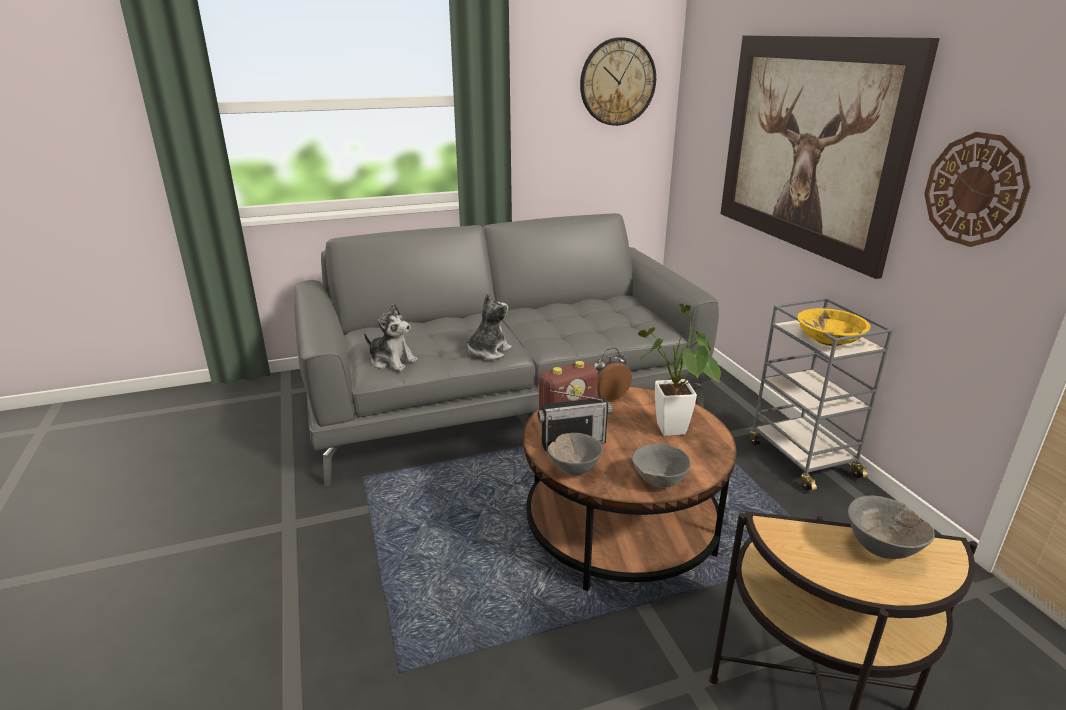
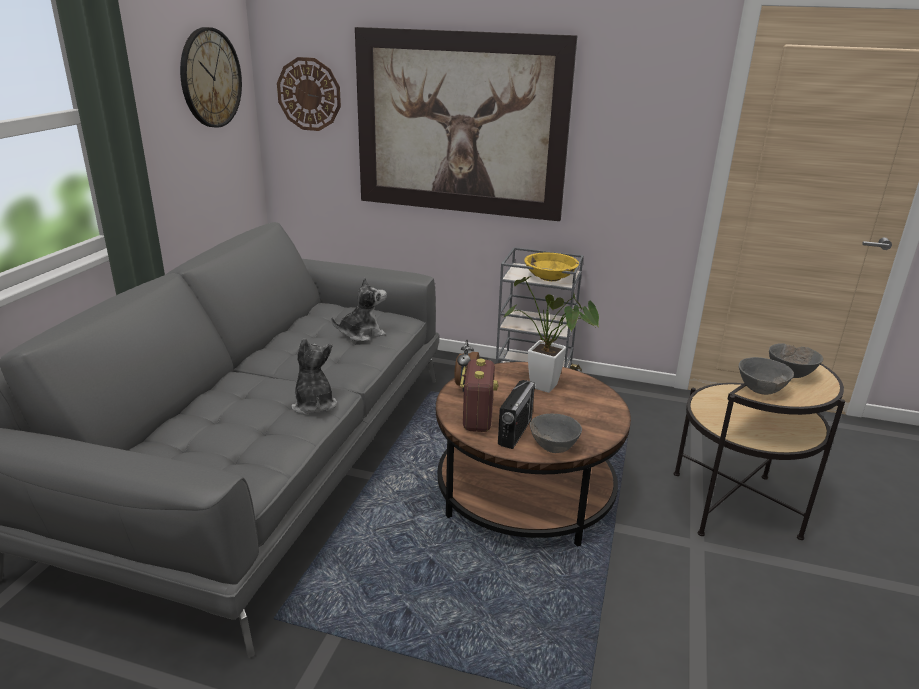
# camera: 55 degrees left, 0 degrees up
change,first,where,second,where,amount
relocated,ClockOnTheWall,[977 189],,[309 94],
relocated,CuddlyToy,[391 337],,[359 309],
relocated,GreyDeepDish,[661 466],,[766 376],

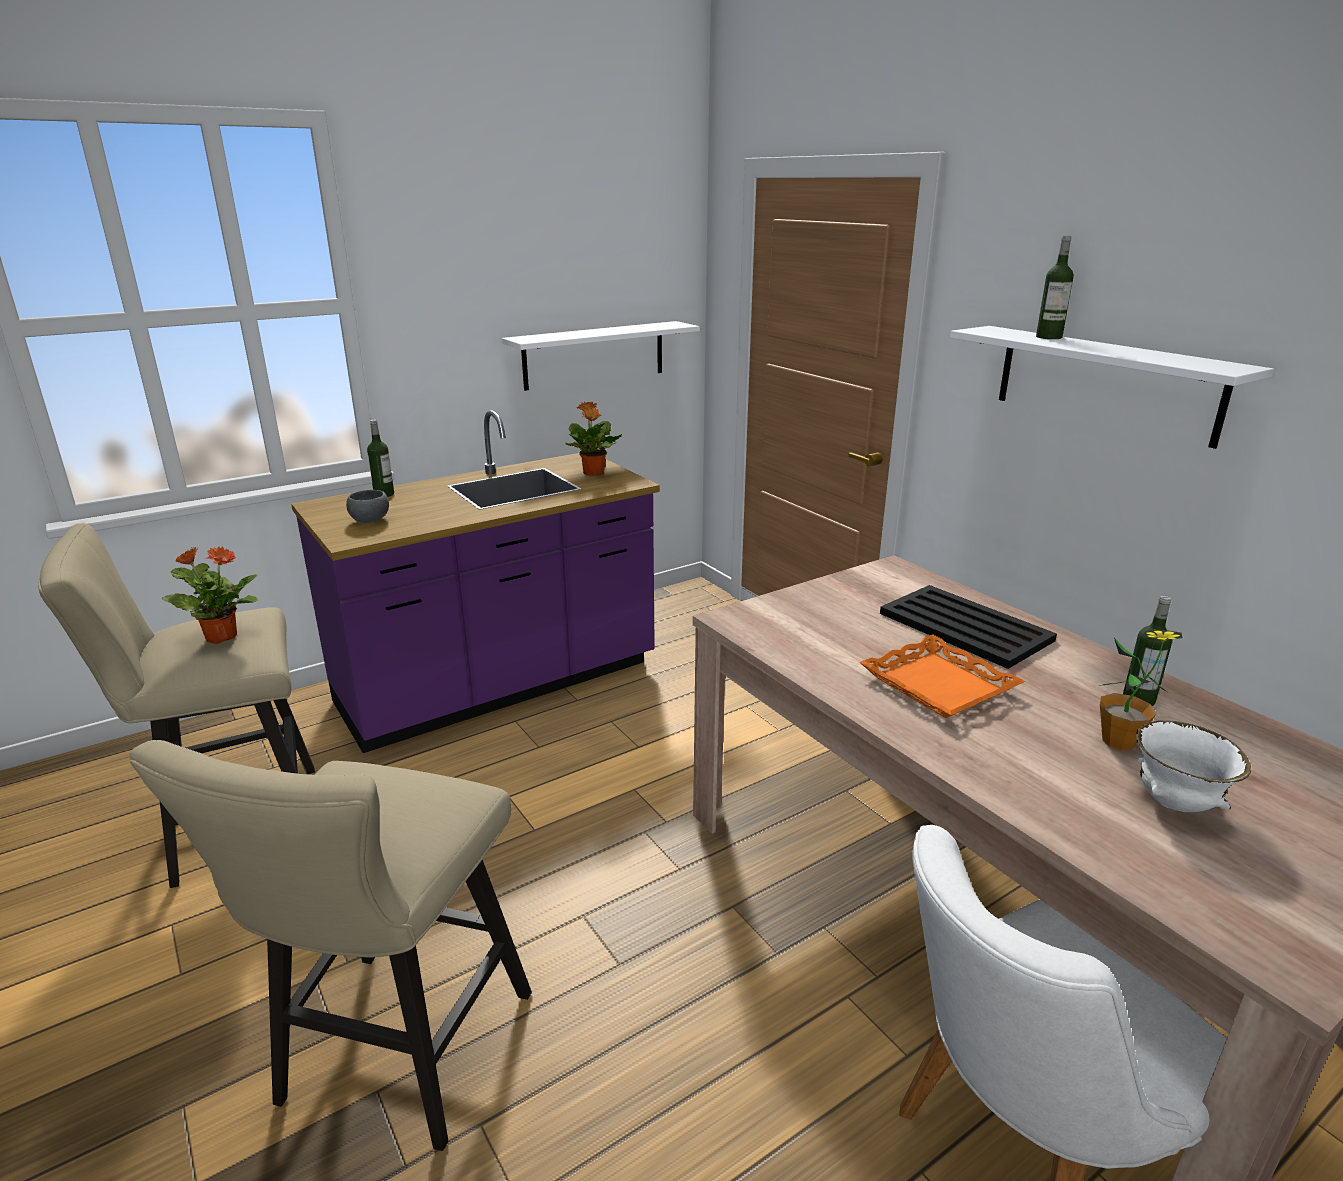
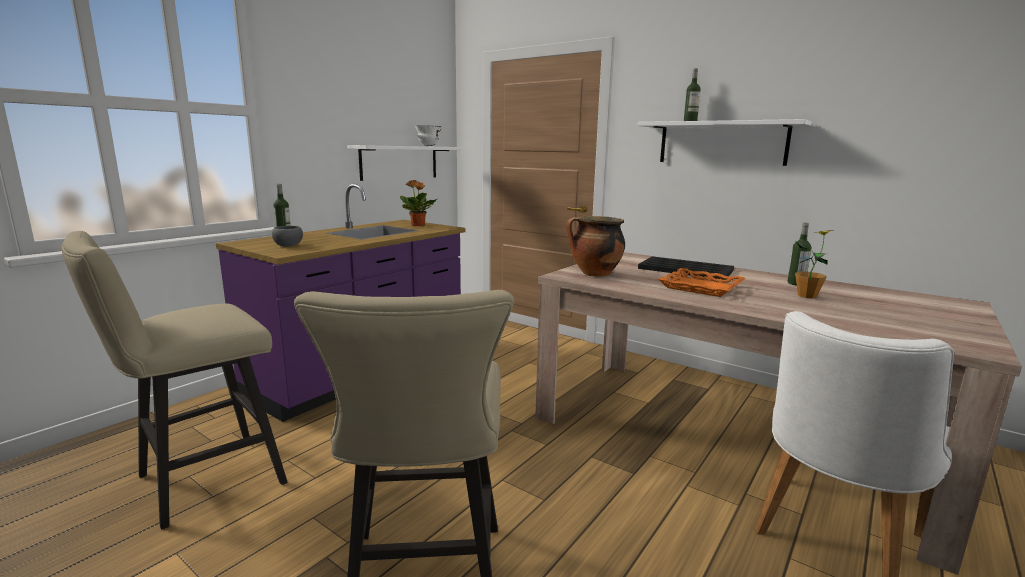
# camera: 20 degrees left, 10 degrees down
change,first,where,second,where,amount
relocated,WhiteDeepDish,[1193 766],,[428 135],
appeared,,,CookingPot,[595 246],
missing,PlantInAPot,[210 595],,,

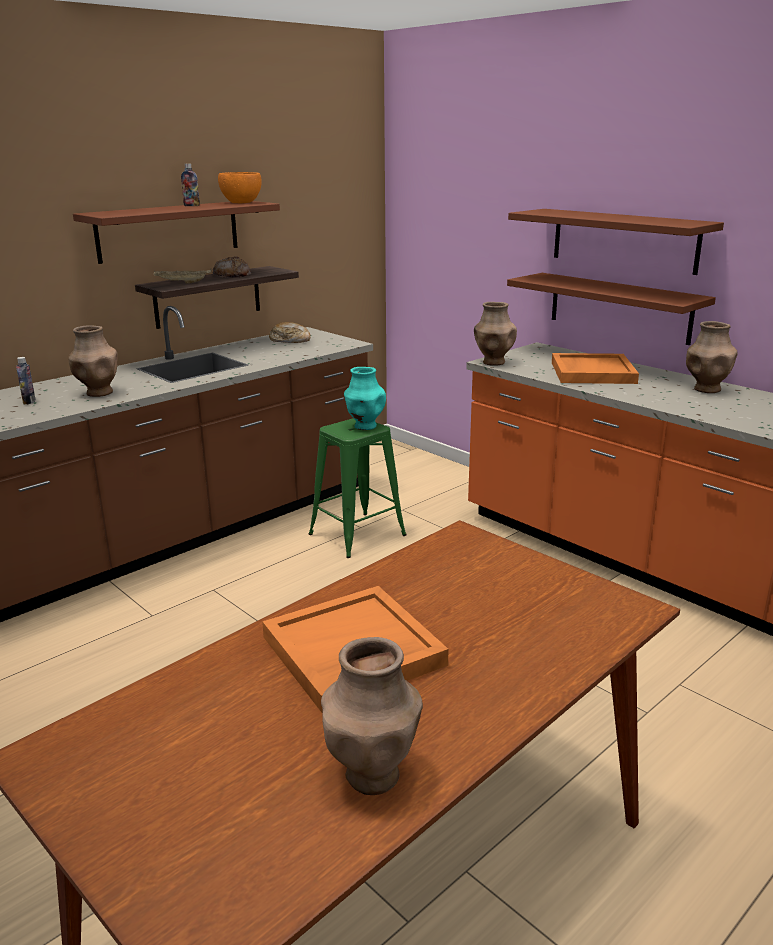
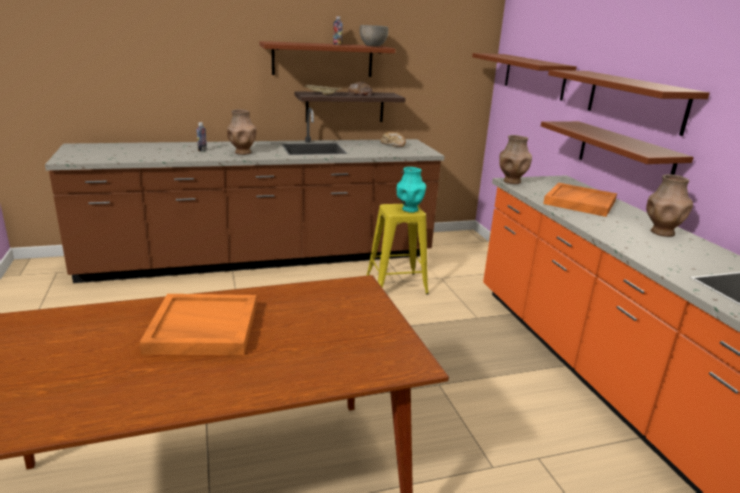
# camera: 25 degrees right, 0 degrees up
change,first,where,second,where,amount
colour,OrangeDeepDish,[240 187],GreyDeepDish,[374 35],
colour,GreenishStoolSeat,[358 488],YellowColouredStoolSeat,[397 249],
appeared,,,BrownColouredBracketShelf,[524 77],
missing,BrownColouredFlowerVase,[372 716],,,

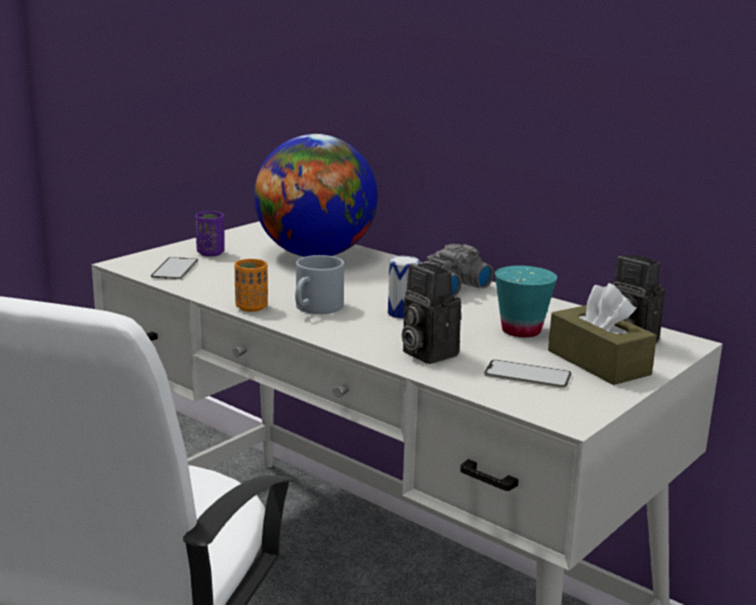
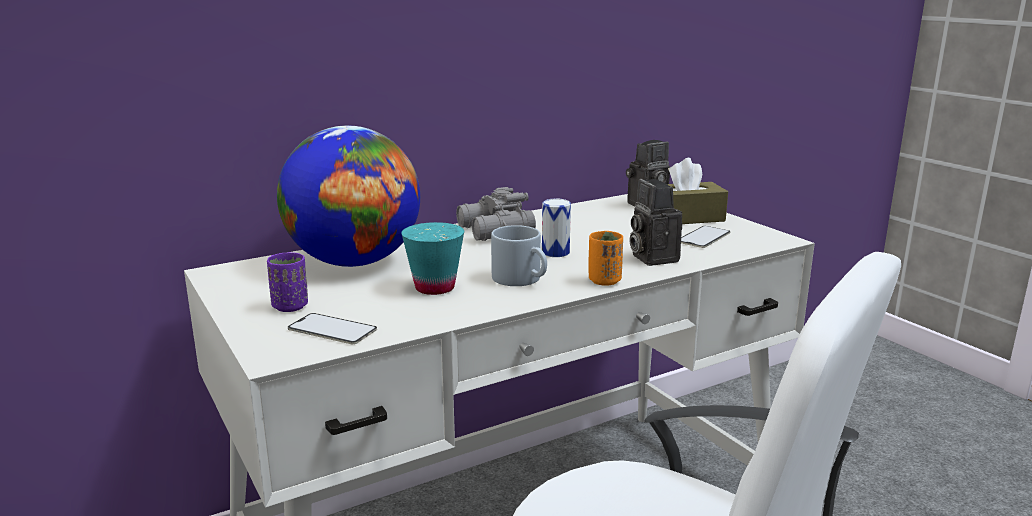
# camera: 70 degrees left, 0 degrees up
change,first,where,second,where,amount
relocated,TurquoiseDrinkingCup,[526 301],,[432 258],
relocated,OrangeDrinkingCup,[251 285],,[606 258],
spun,StillCamera,[431 313],,[655 222],90 degrees clockwise

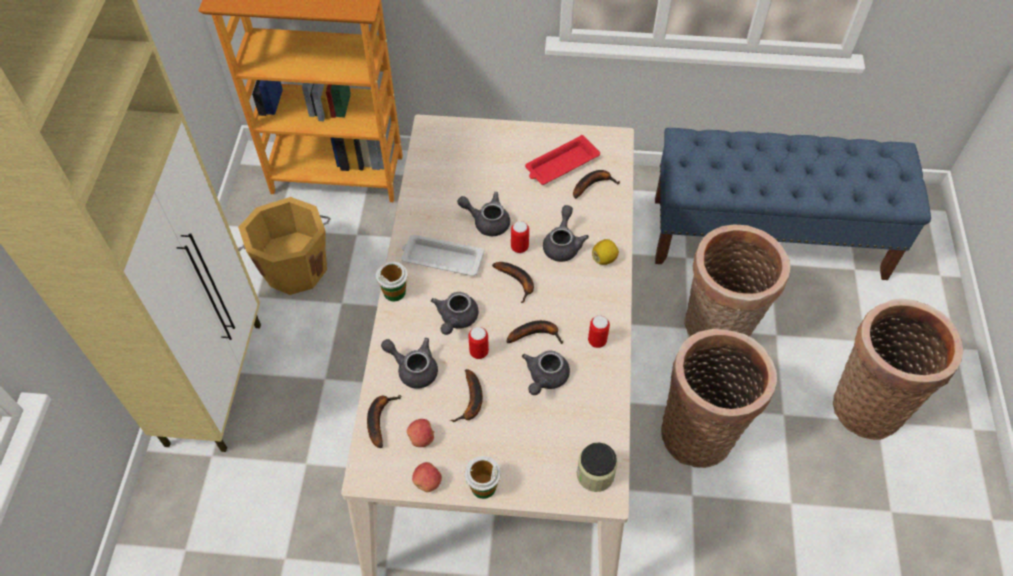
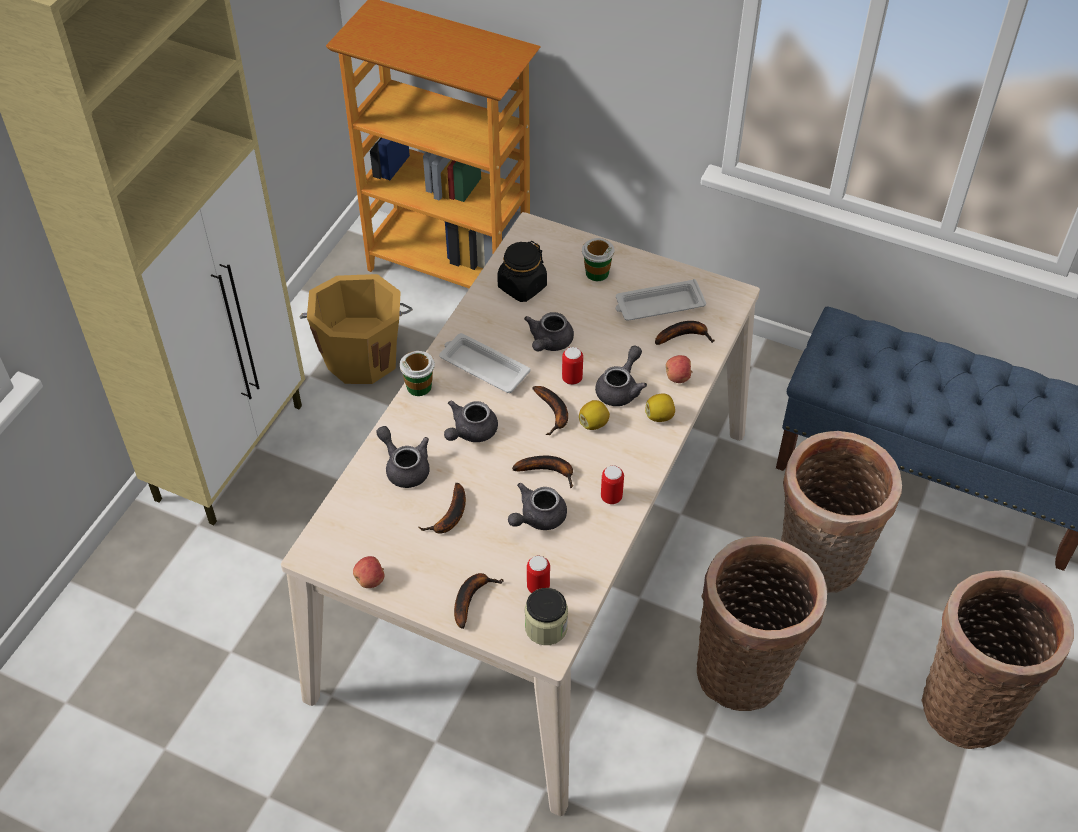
# camera: 20 degrees right, 5 degrees down
change,first,where,second,where,amount
relocated,Banana,[384 421],,[479 601],
appeared,,,BlackishPreserveJar,[522 271],
spun,GreyPotForTea,[483 214],,[549 332],105 degrees counterclockwise
relocated,SealedCan,[478 343],,[538 574],
appeared,,,CitrusFruit,[594 415],
relocated,DrinkingCup,[483 477],,[598 259],
colour,ReddishCarryingTray,[562 160],WhiteCarryingTray,[660 300],
relocated,WholeApple,[421 433],,[679 369],

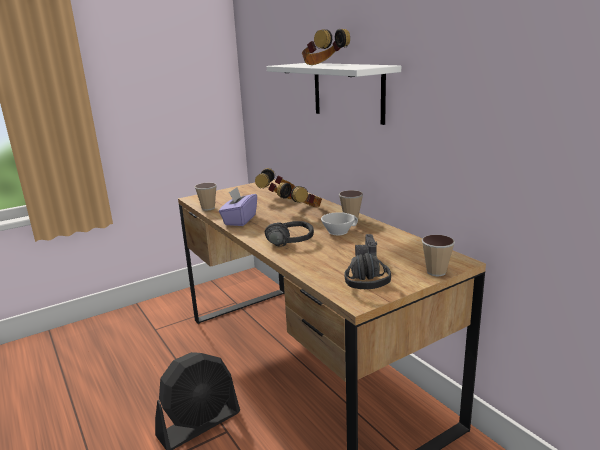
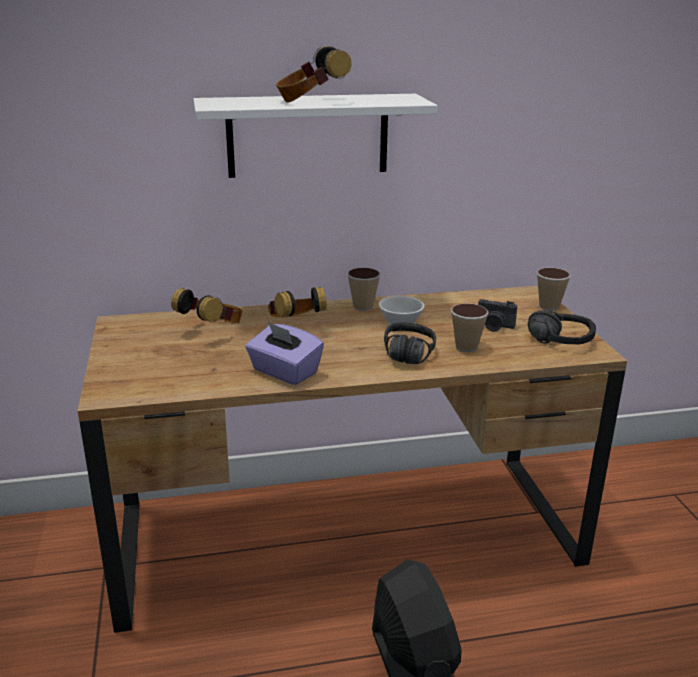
# camera: 70 degrees left, 5 degrees up
change,first,where,second,where,amount
relocated,DrinkingCup,[206 197],,[470 327],

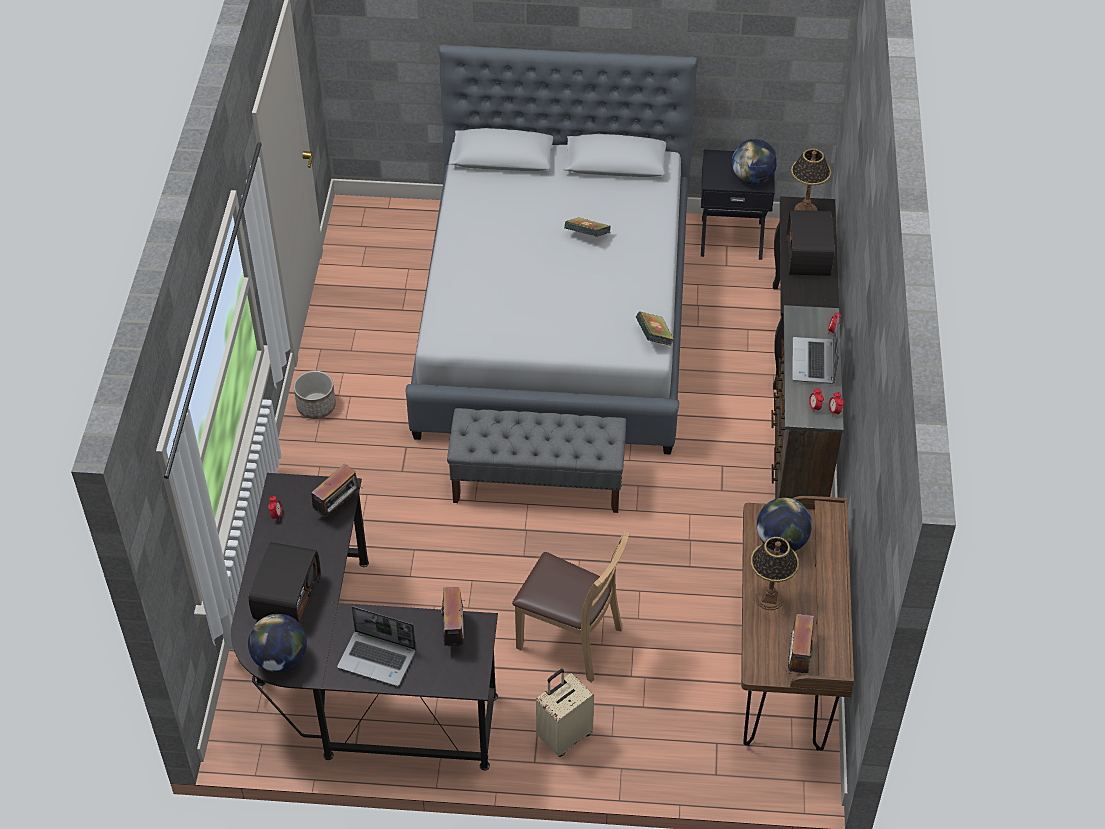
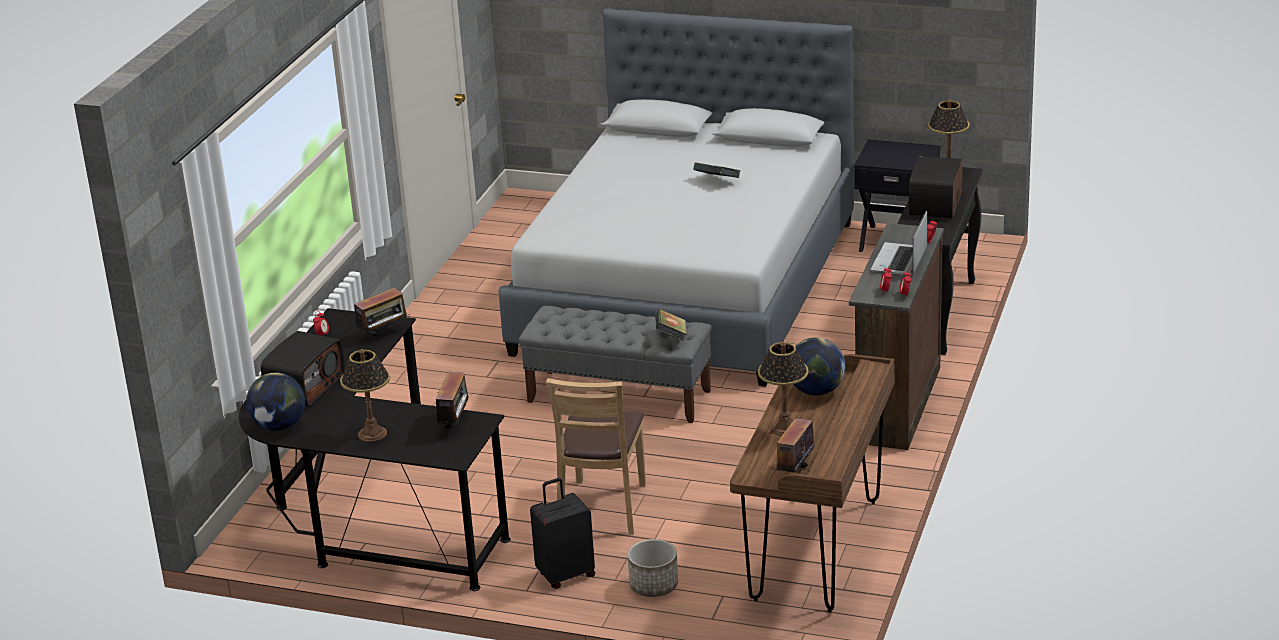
# camera: 15 degrees right, 20 degrees down
change,first,where,second,where,amount
exchanged,PortableComputer,[376 646],LampForATable,[365 395],
colour,BeigeColouredTravelCase,[565 713],BlackishTravelCase,[562 533],
spun,BrownColouredUprightChair,[570 607],,[596 456],60 degrees clockwise
relocated,FlowerPot,[315 395],,[653 568],
relocated,Volume,[655 328],,[671 325],
missing,WorldGlobe,[754 161],,,

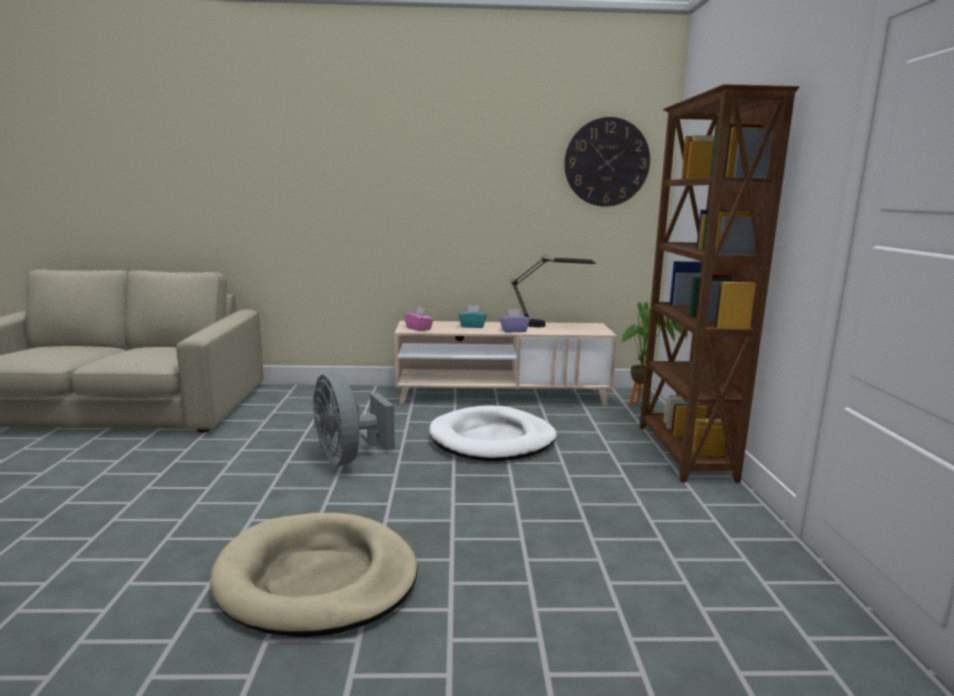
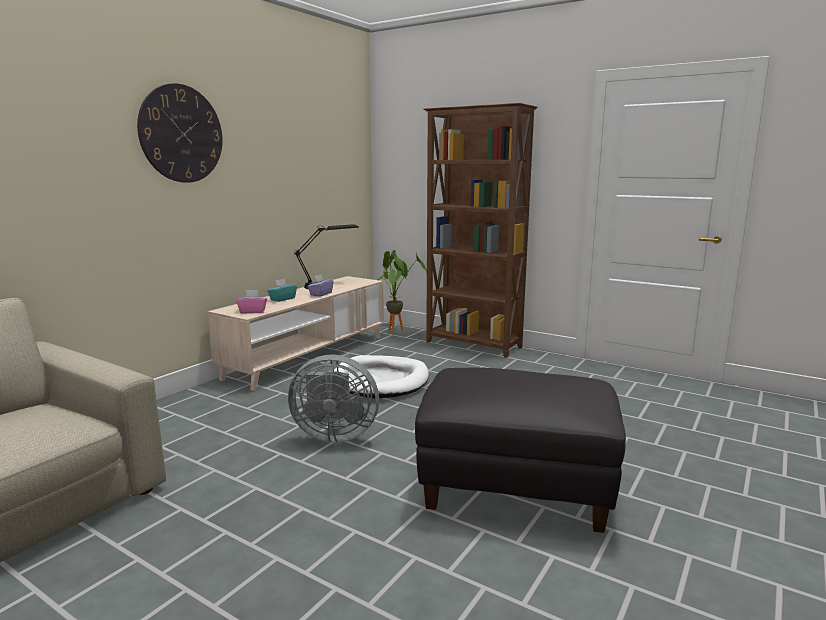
# camera: 55 degrees left, 0 degrees up
change,first,where,second,where,amount
relocated,ClockOnTheWall,[607 162],,[179 133],
exchanged,BeigeColouredPetBed,[314 575],BlackishFootrest,[520 450],

